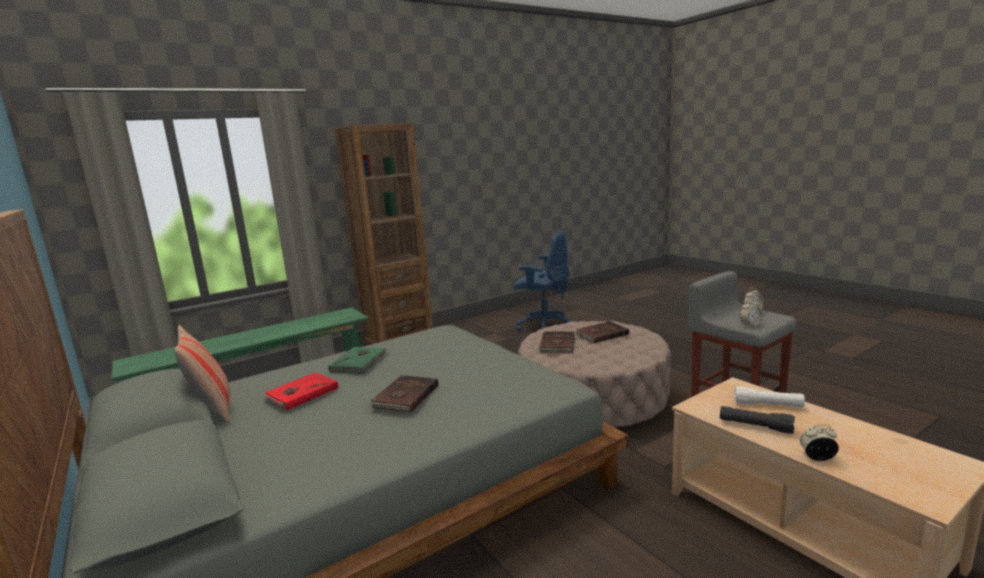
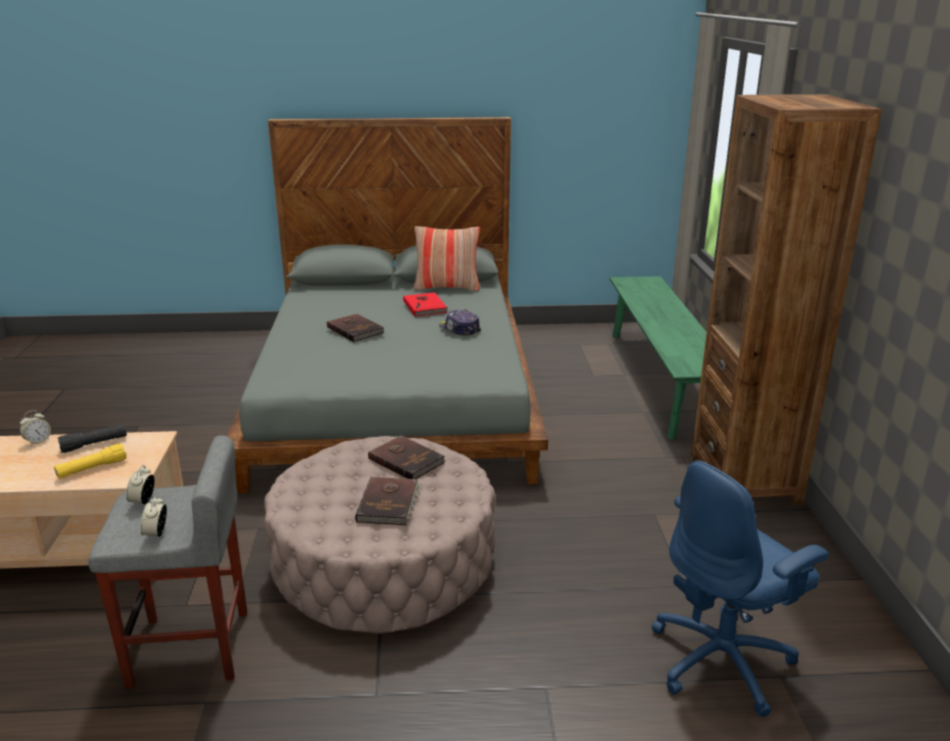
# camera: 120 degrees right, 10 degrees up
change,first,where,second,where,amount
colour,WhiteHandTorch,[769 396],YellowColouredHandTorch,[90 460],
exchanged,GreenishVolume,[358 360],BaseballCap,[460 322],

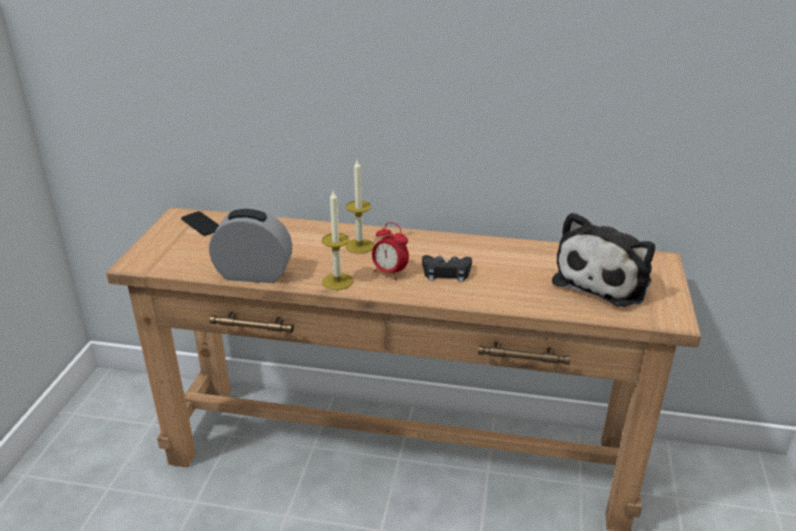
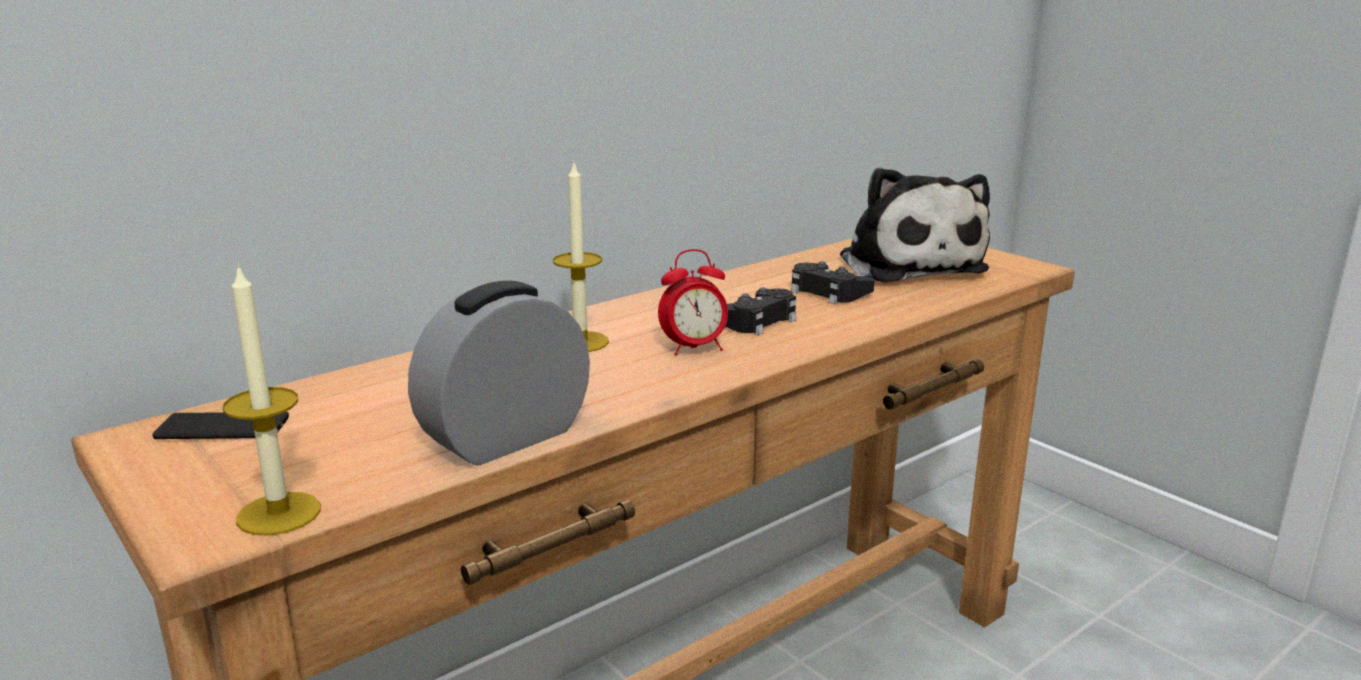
# camera: 50 degrees left, 10 degrees down
change,first,where,second,where,amount
relocated,WaxLight,[337 240],,[271 400],
appeared,,,BlackishJoypad,[833 282],

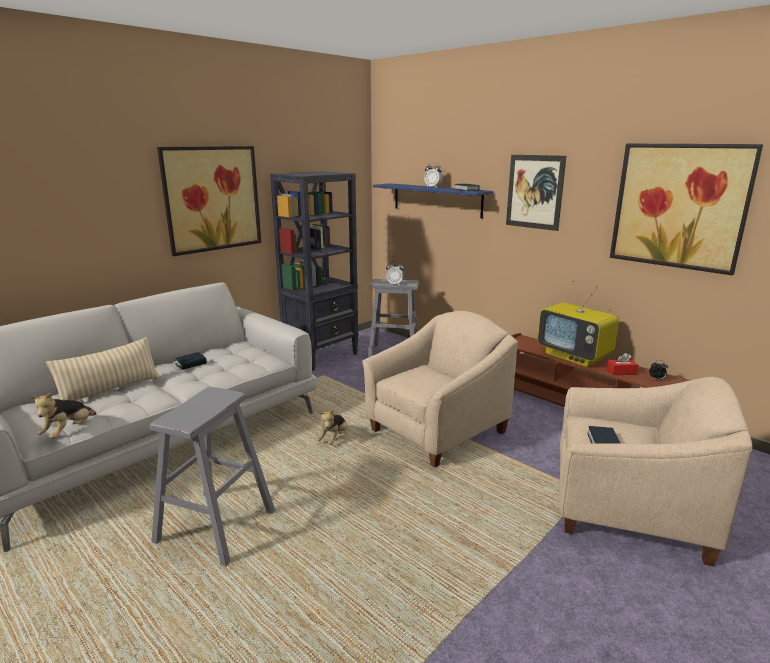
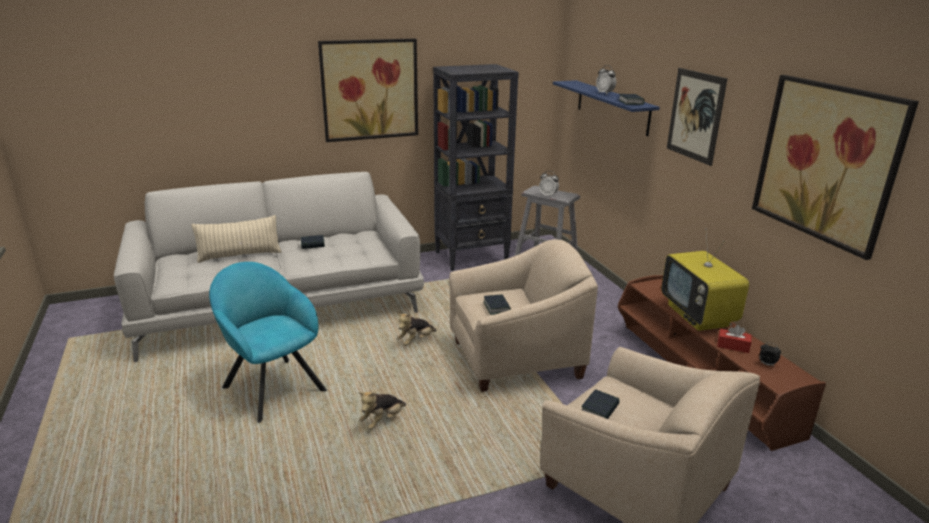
# camera: 25 degrees right, 5 degrees up
change,first,where,second,where,amount
exchanged,GreyStoolSeat,[212 476],TurquoiseArmchair,[268 342],
relocated,CuddlyToy,[63 415],,[382 411],
appeared,,,Volume,[497 304],

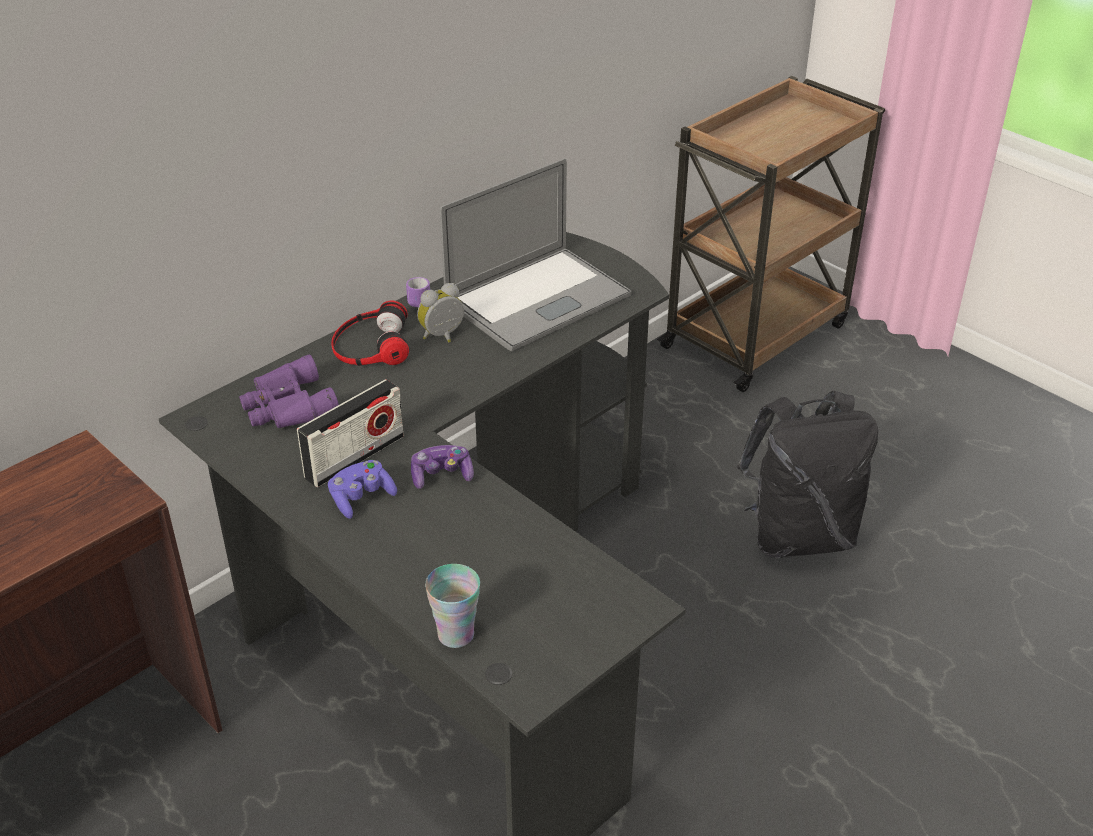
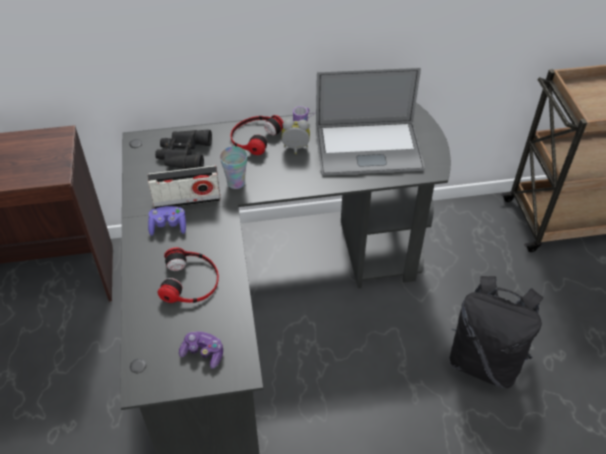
# camera: 35 degrees right, 10 degrees up
change,first,where,second,where,amount
colour,PurpleBinoculars,[289 391],BlackishBinoculars,[183 149],
appeared,,,Headset,[188 275],
relocated,Joypad,[442 467],,[201 350],
relocated,DrinkingCup,[452 606],,[233 167],

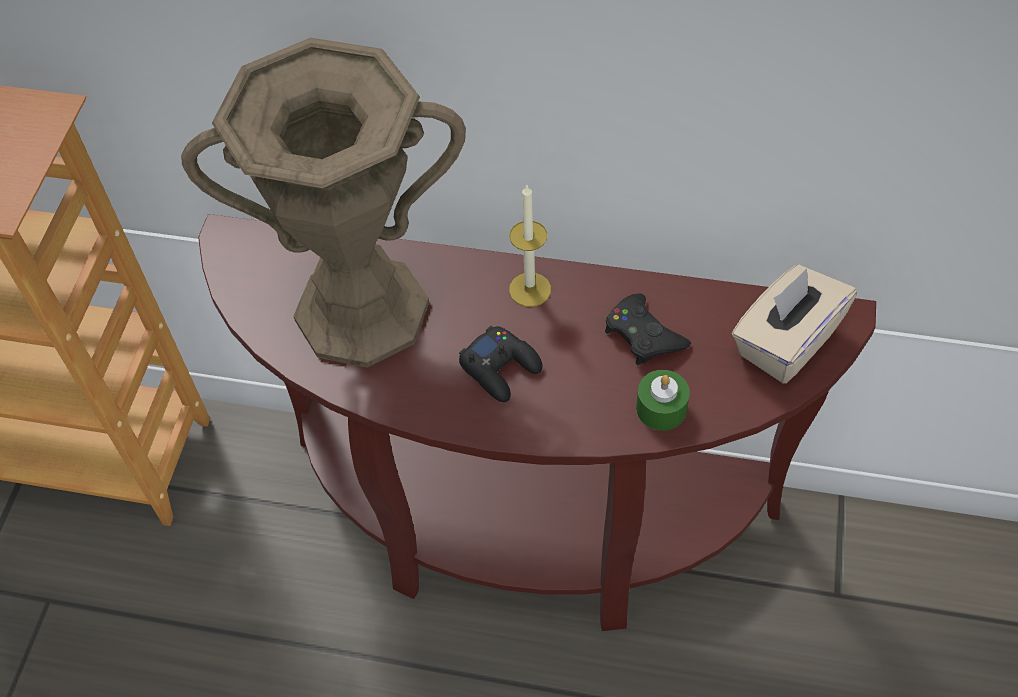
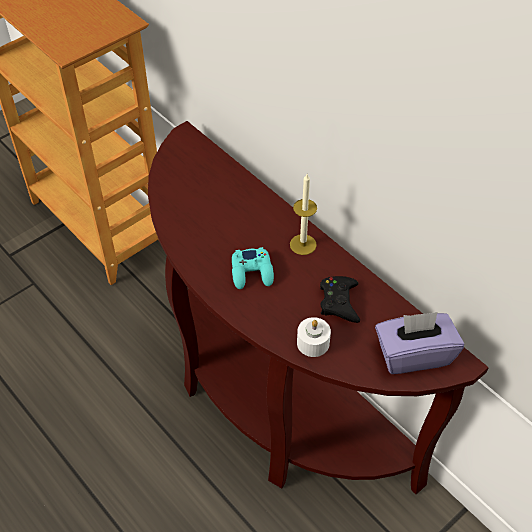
# camera: 35 degrees right, 5 degrees down
change,first,where,second,where,amount
colour,BlackishJoypad,[501 364],TurquoiseJoypad,[253 268],
colour,GreenishWaxLight,[663 400],WhiteWaxLight,[314 337],
colour,BeigeColouredBoxOfTissues,[794 324],PurpleBoxOfTissues,[419 343],
missing,BrownColouredFlowerVase,[323 203],,,

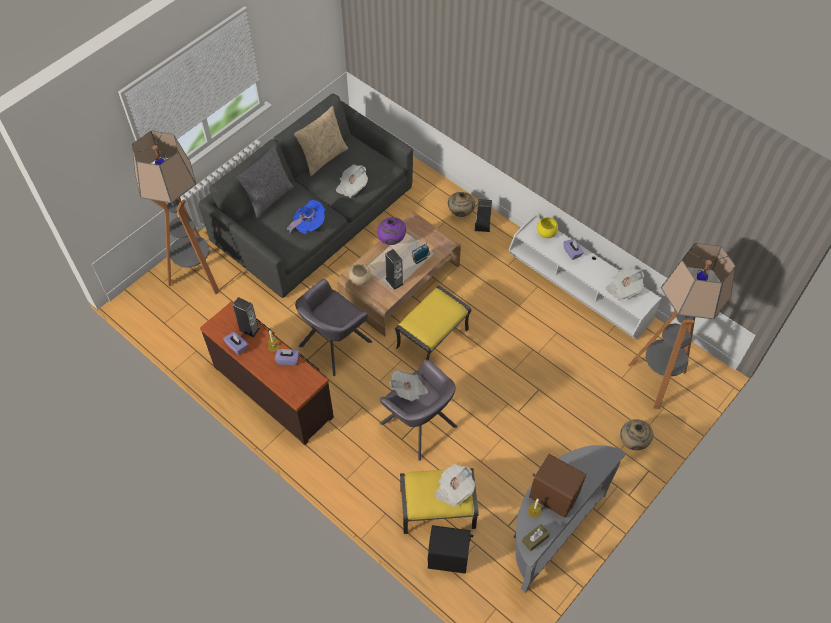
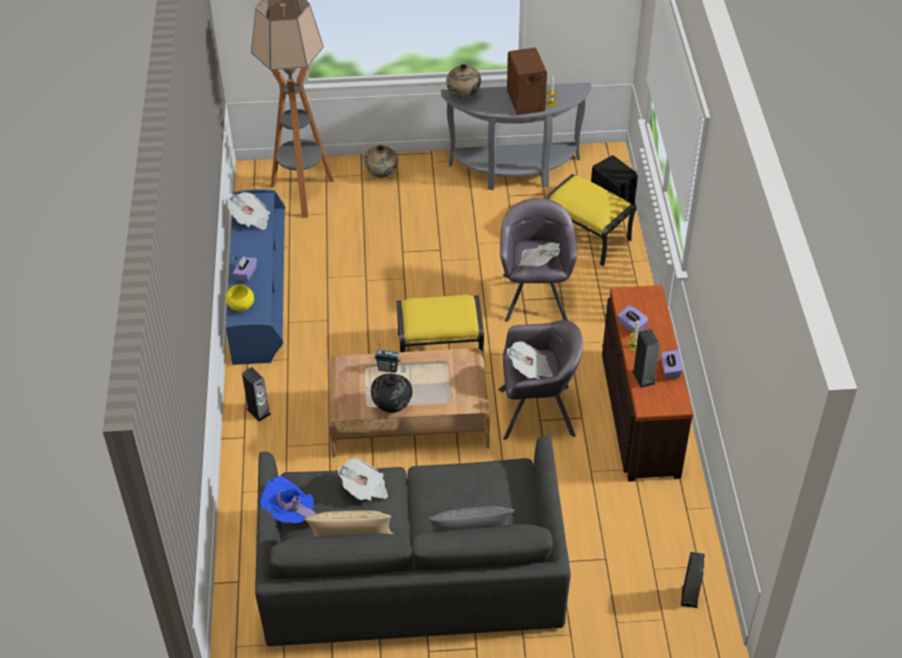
# camera: 135 degrees left, 10 degrees down
change,first,where,second,where,amount
colour,WhiteTvUnit,[585 277],BluishTvUnit,[255 277],
relocated,BluishWearableHat,[306 217],,[288 499],
colour,PurpleFlowerVase,[391 231],BlackishFlowerVase,[391 393],
relocated,BeigeColouredFlowerVase,[461 204],,[463 81],
relocated,DailyPaper,[455 485],,[530 360],
relocated,Loudspeaker,[394 269],,[693 580],
missing,StandingLamp,[176 212],,,
missing,BeigeColouredDeepDish,[360 274],,,
missing,BrownColouredBoxOfTissues,[536 537],,,

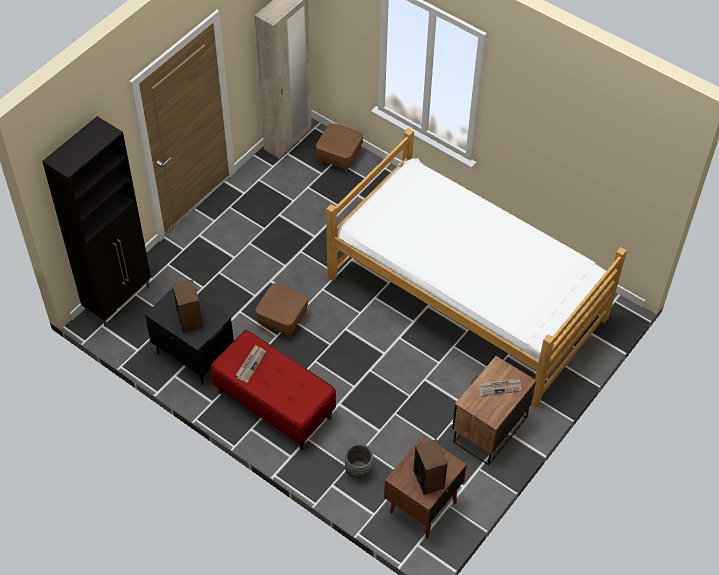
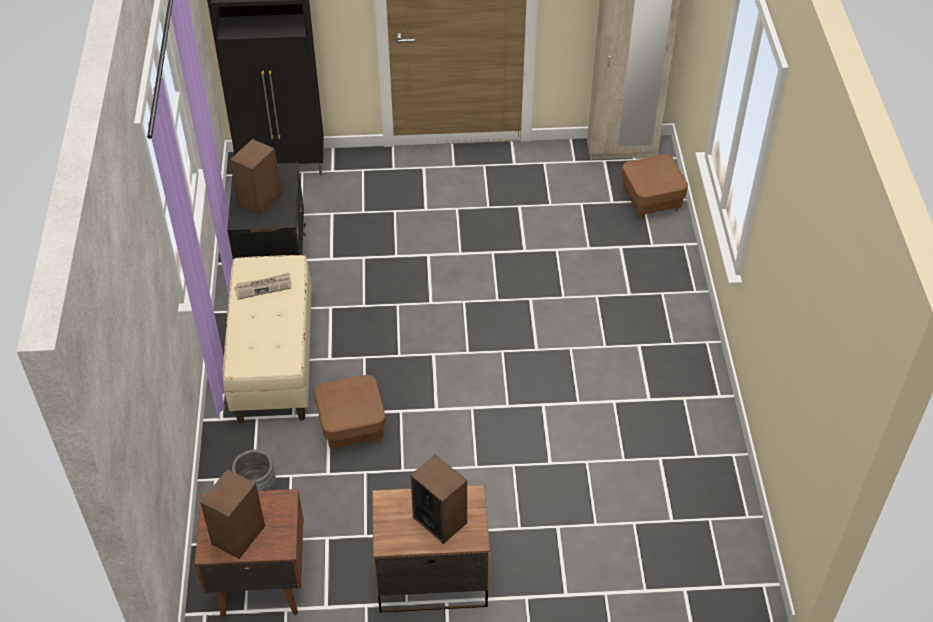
# camera: 50 degrees right, 5 degrees down
change,first,where,second,where,amount
colour,ReddishIndoorBench,[273 390],BeigeColouredIndoorBench,[267 339],
relocated,BrownColouredFootrest,[281 310],,[350 413],
exchanged,DailyPaper,[499 387],Loudspeaker,[439 499],
missing,SleepingBed,[476 268],,,

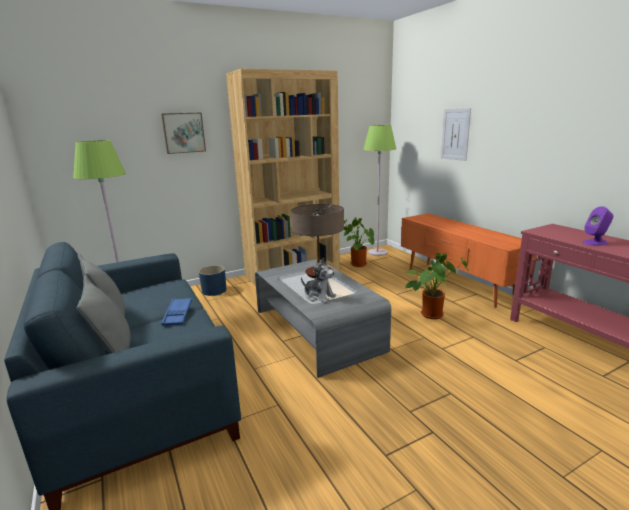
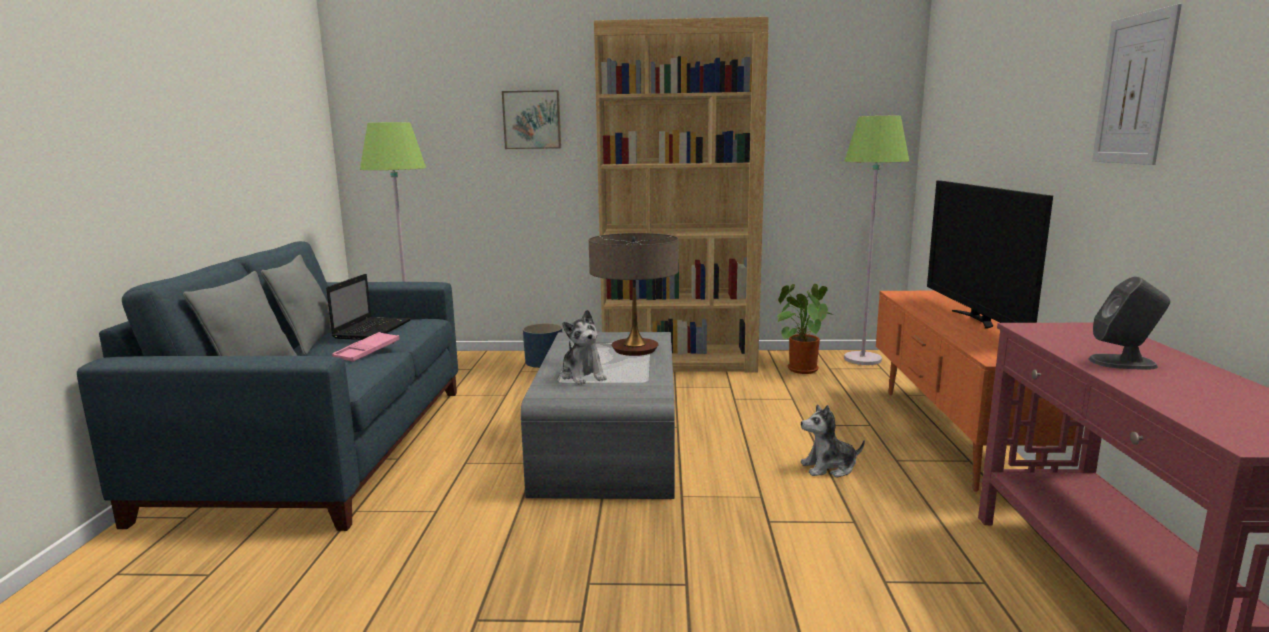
# camera: 30 degrees right, 5 degrees down
change,first,where,second,where,amount
appeared,,,PortableComputer,[368 307],
colour,BluishCarryingTray,[176 312],PinkColouredCarryingTray,[366 347],
exchanged,PlantInAPot,[437 286],CuddlyToy,[833 441],
appeared,,,TvSet,[990 255],
colour,PurpleLoudspeaker,[598 226],GreyLoudspeaker,[1129 323],
relocated,WallArt,[456 134],,[1137 84],

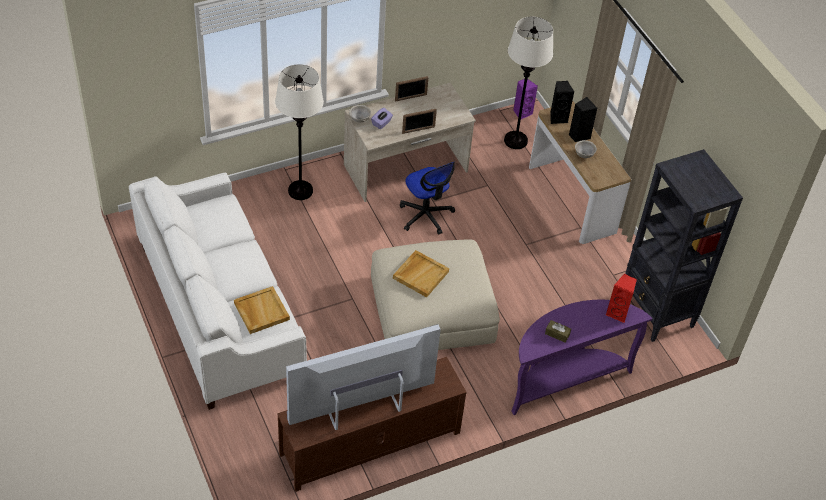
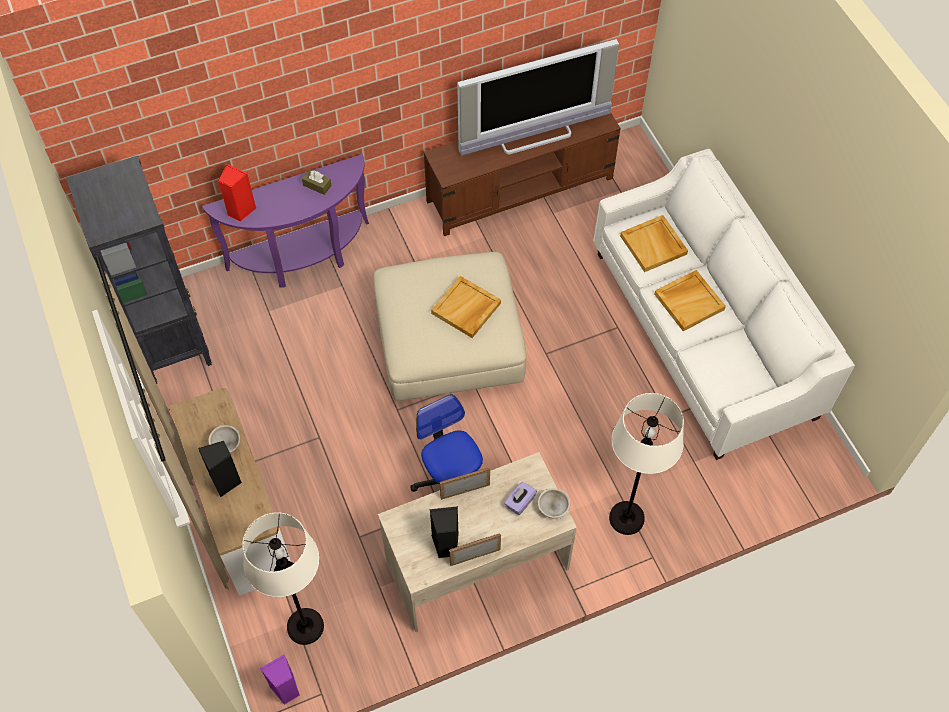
# camera: 175 degrees left, 10 degrees up
change,first,where,second,where,amount
relocated,BlackishLoudspeaker,[562 102],,[444 532],
appeared,,,BeigeColouredCarryingTray,[690 300],

